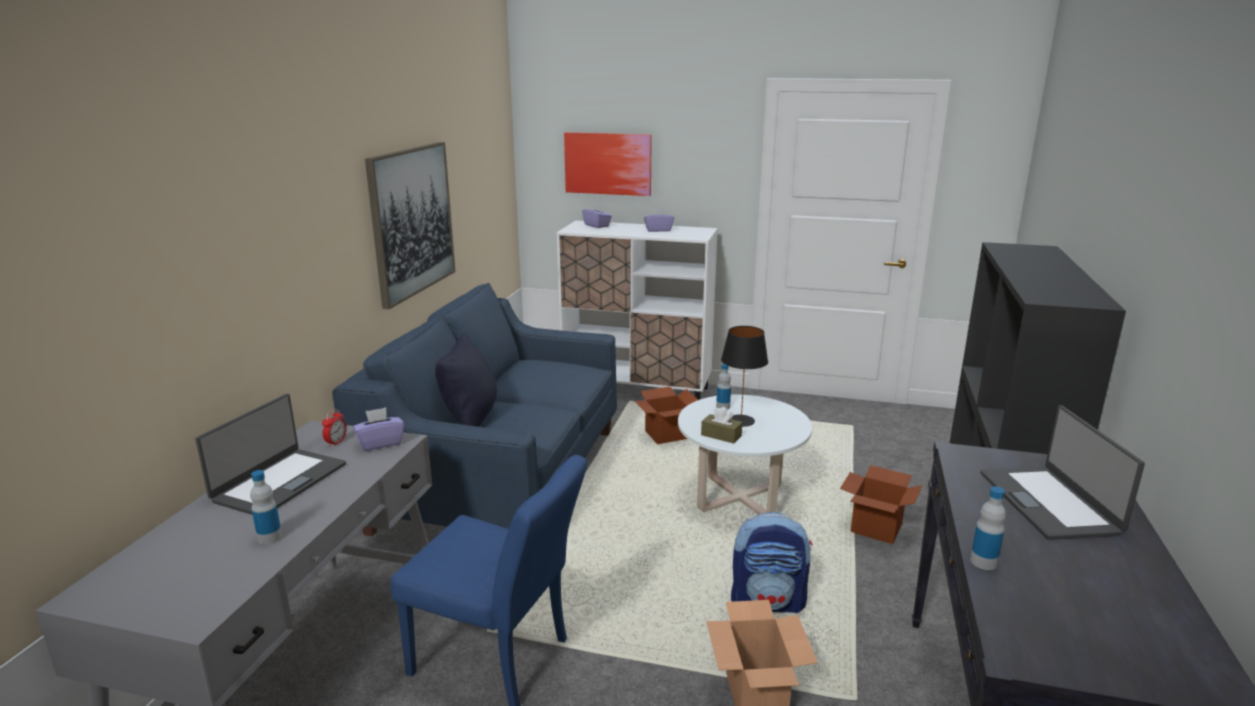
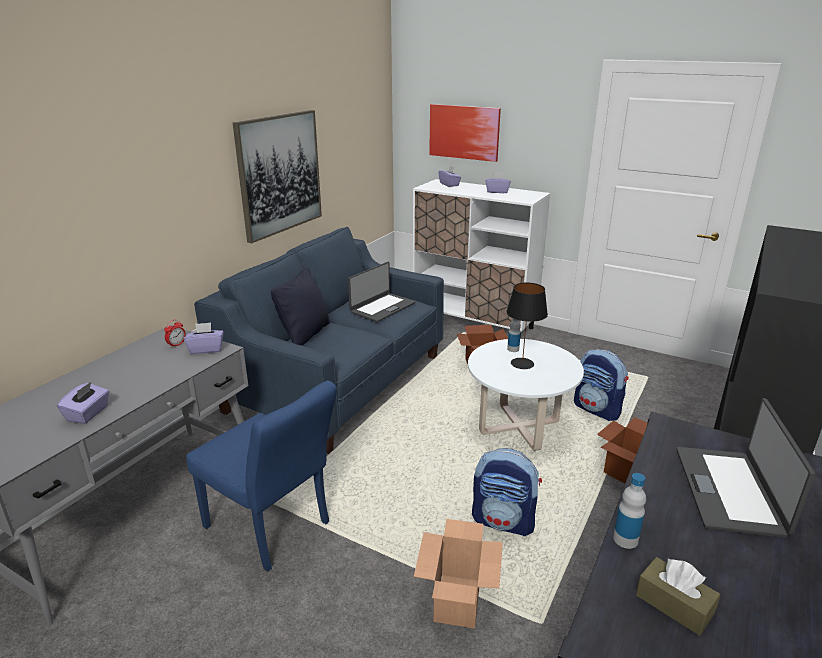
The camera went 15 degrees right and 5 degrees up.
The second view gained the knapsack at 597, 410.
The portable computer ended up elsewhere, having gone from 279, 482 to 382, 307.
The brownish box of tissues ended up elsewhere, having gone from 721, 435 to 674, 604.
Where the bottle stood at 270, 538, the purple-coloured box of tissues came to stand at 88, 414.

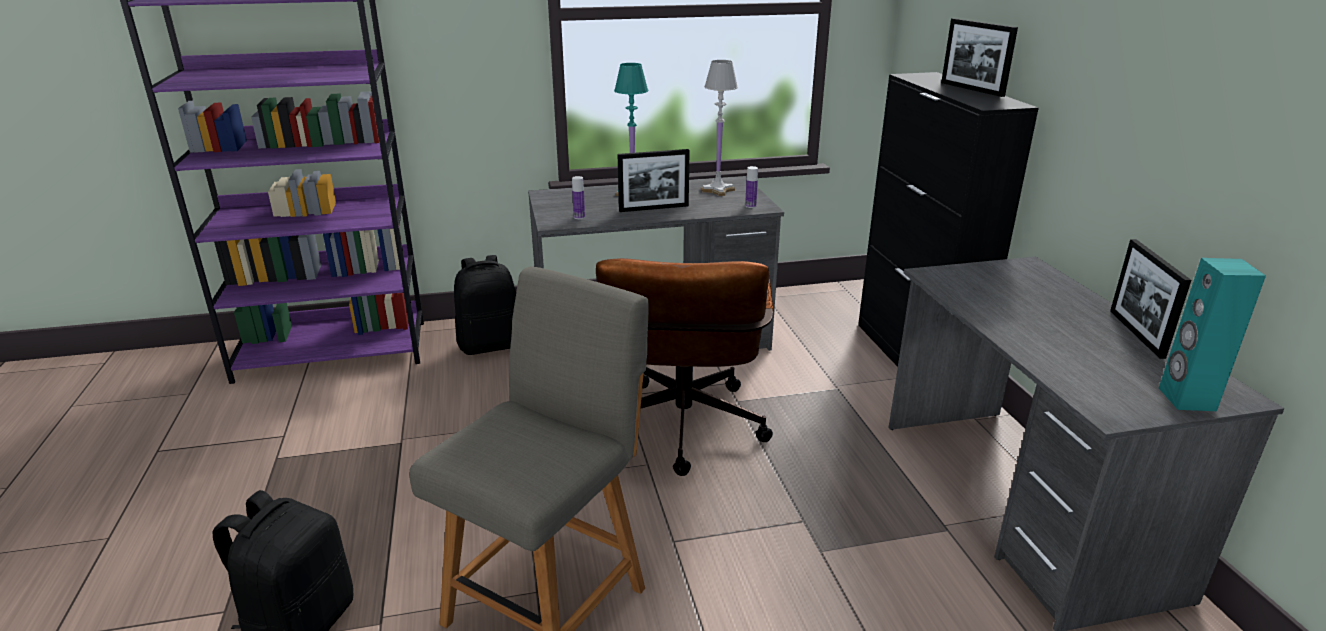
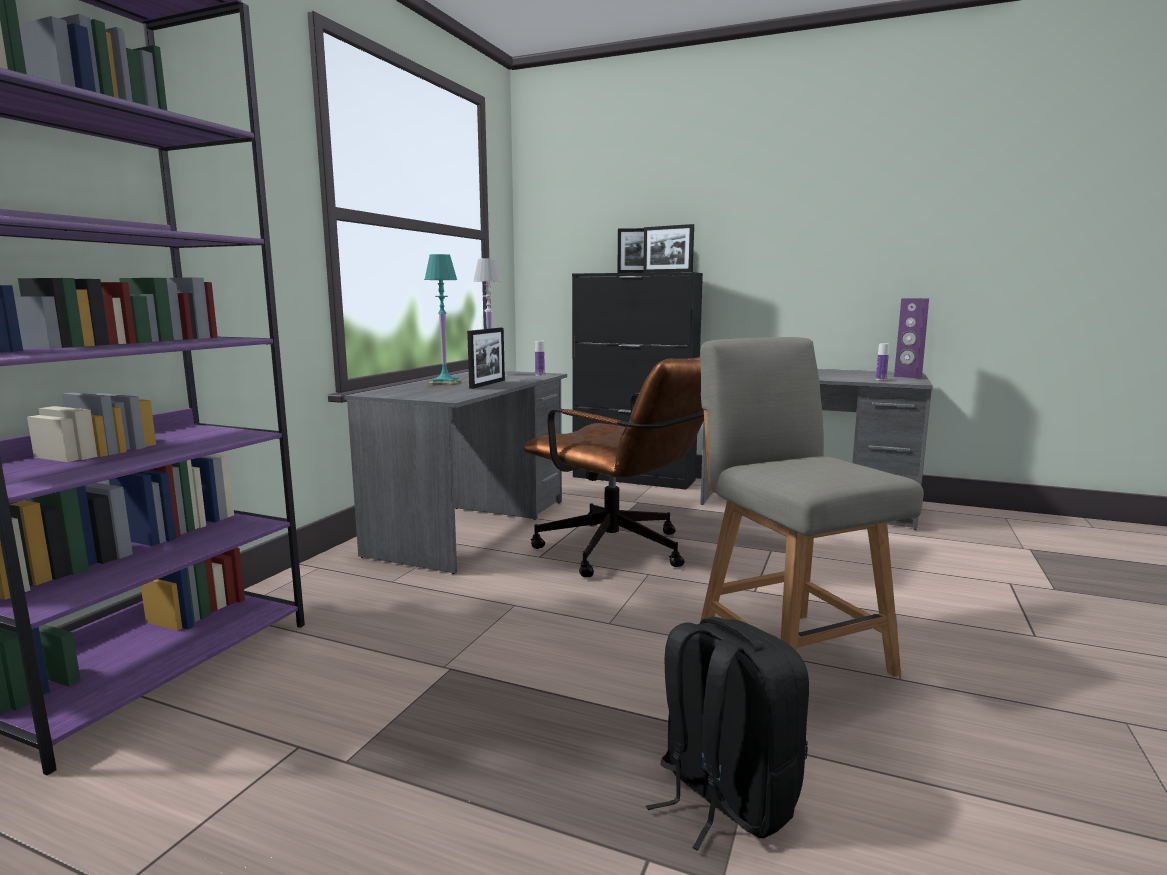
The camera went 55 degrees left and 15 degrees down.
The second view lost the black knapsack at 491, 345.
The bottle ended up elsewhere, having gone from 579, 217 to 881, 379.
The picture frame ended up elsewhere, having gone from 1136, 333 to 667, 272.
What was the turquoise loudspeaker at 1186, 399 turned into the purple-coloured loudspeaker at 907, 376.

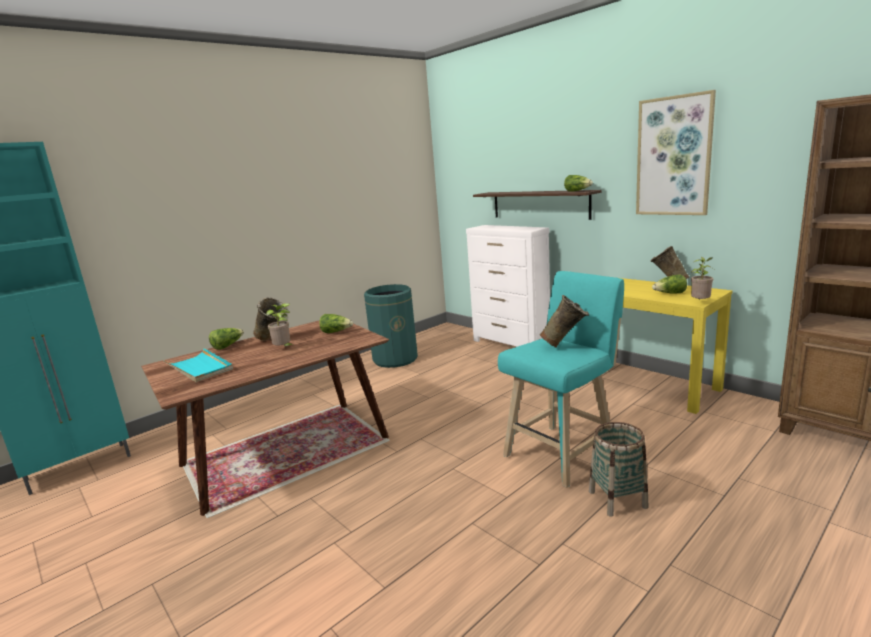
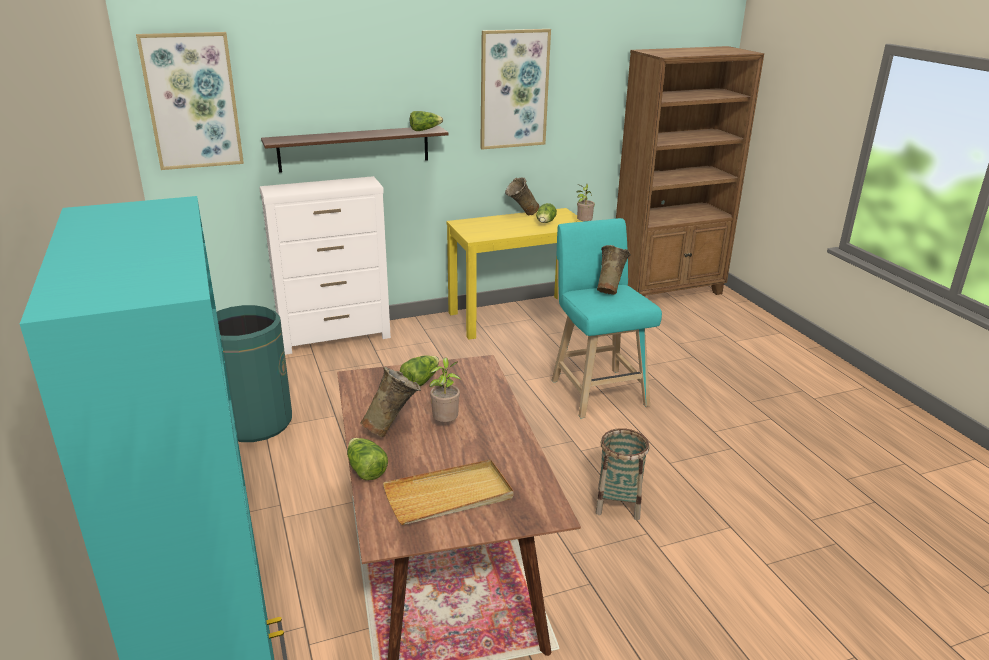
The camera went 70 degrees left and 10 degrees up.
The second view gained the wall art at 192, 101.
The basket ended up elsewhere, having gone from 617, 499 to 618, 503.
What was the turquoise serving tray at 200, 368 turned into the beige-coloured serving tray at 449, 496.

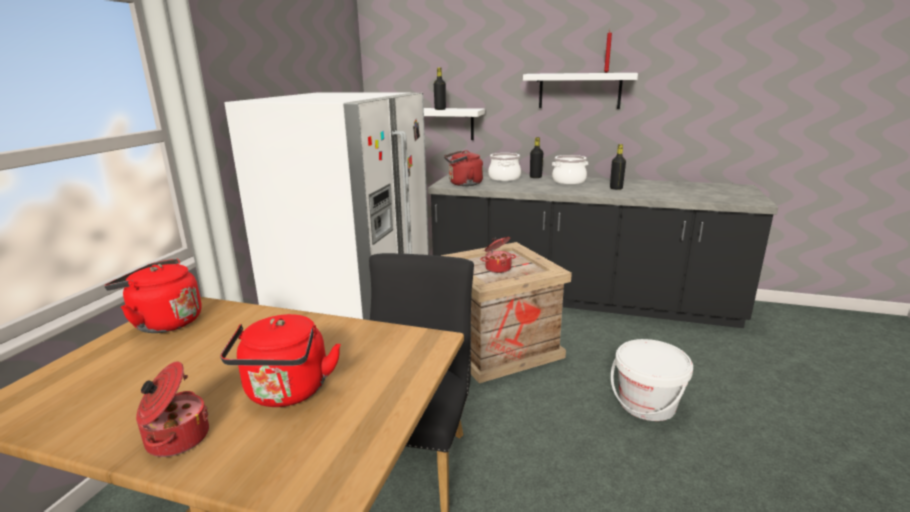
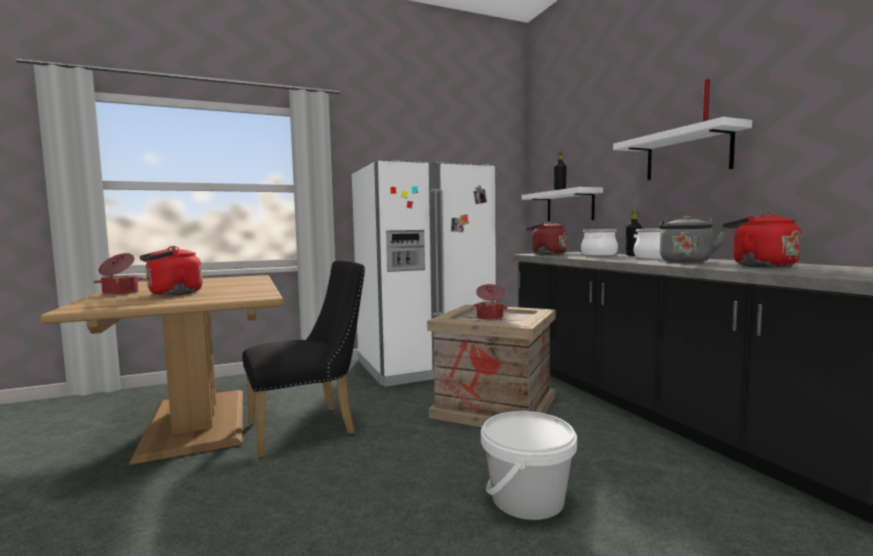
The camera went 50 degrees right and 15 degrees down.
The red-coloured kettle ended up elsewhere, having gone from 164, 322 to 759, 266.
Where the black bottle stood at 616, 188, the grey kettle came to stand at 685, 262.

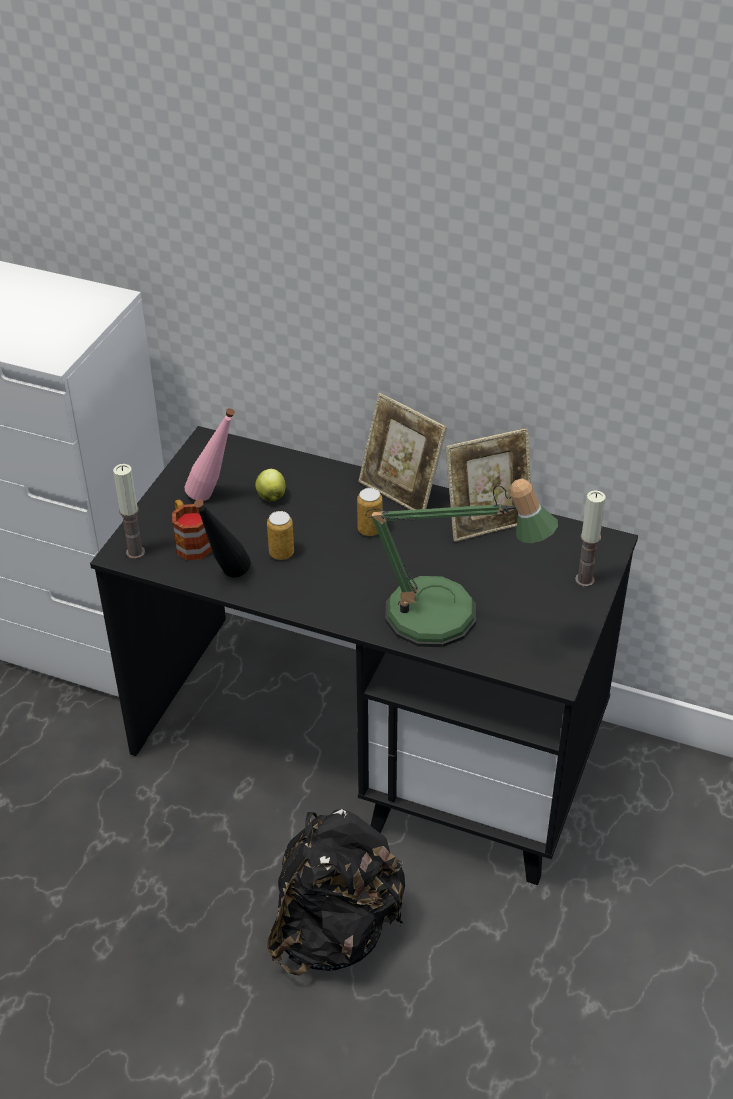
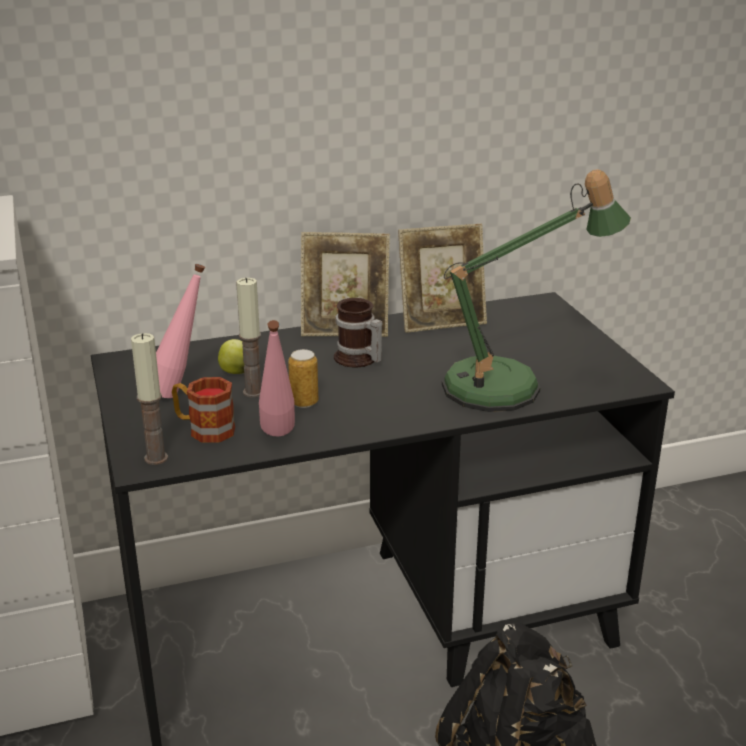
The camera went 40 degrees left and 15 degrees down.
The candle ended up elsewhere, having gone from 584, 580 to 253, 392.
Where the sealed can stood at 370, 529, the coffee mug came to stand at 357, 360.
What was the black bottle at 226, 578 turned into the pink-coloured bottle at 278, 439.
The picture frame at 487, 522 ended up facing another way, 45 degrees clockwise from before.

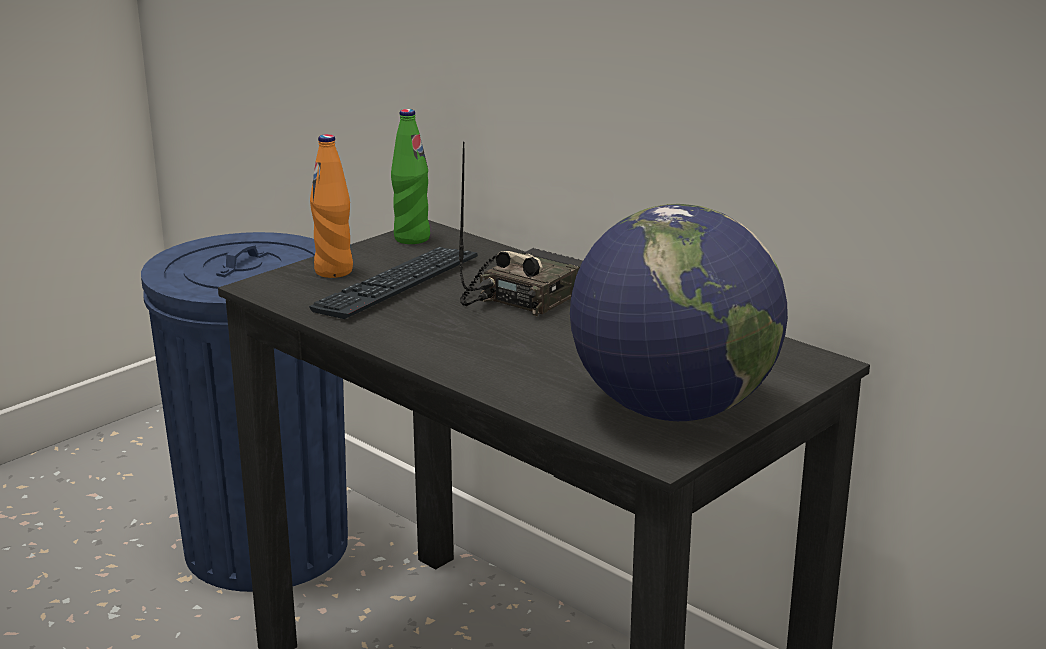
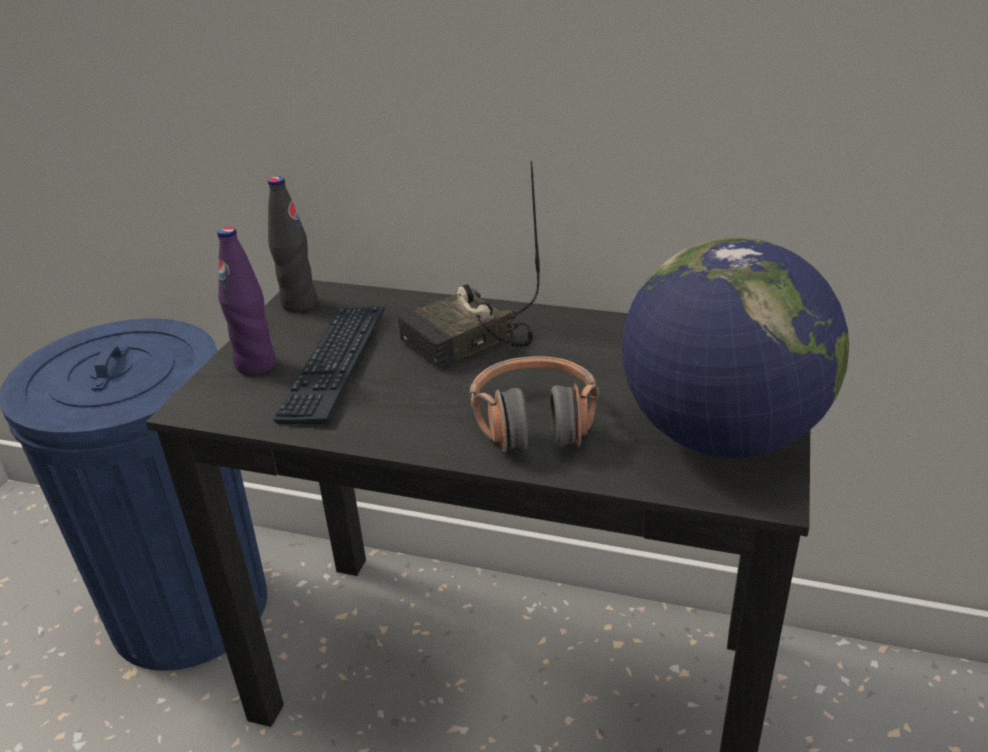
The camera went 25 degrees left and 10 degrees up.
The second view gained the headset at 535, 421.
What was the orange-coloured bottle at 334, 271 turned into the purple-coloured bottle at 256, 365.
What was the greenish bottle at 411, 238 turned into the black bottle at 299, 304.
The radio receiver at 524, 296 ended up facing another way, 135 degrees counterclockwise from before.

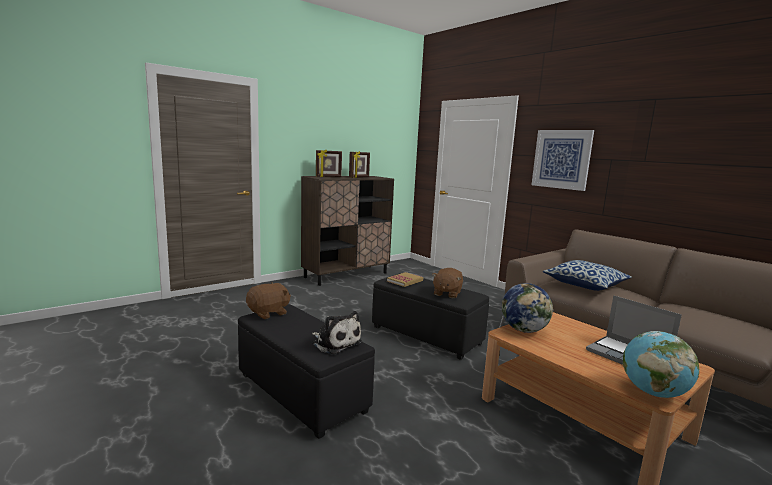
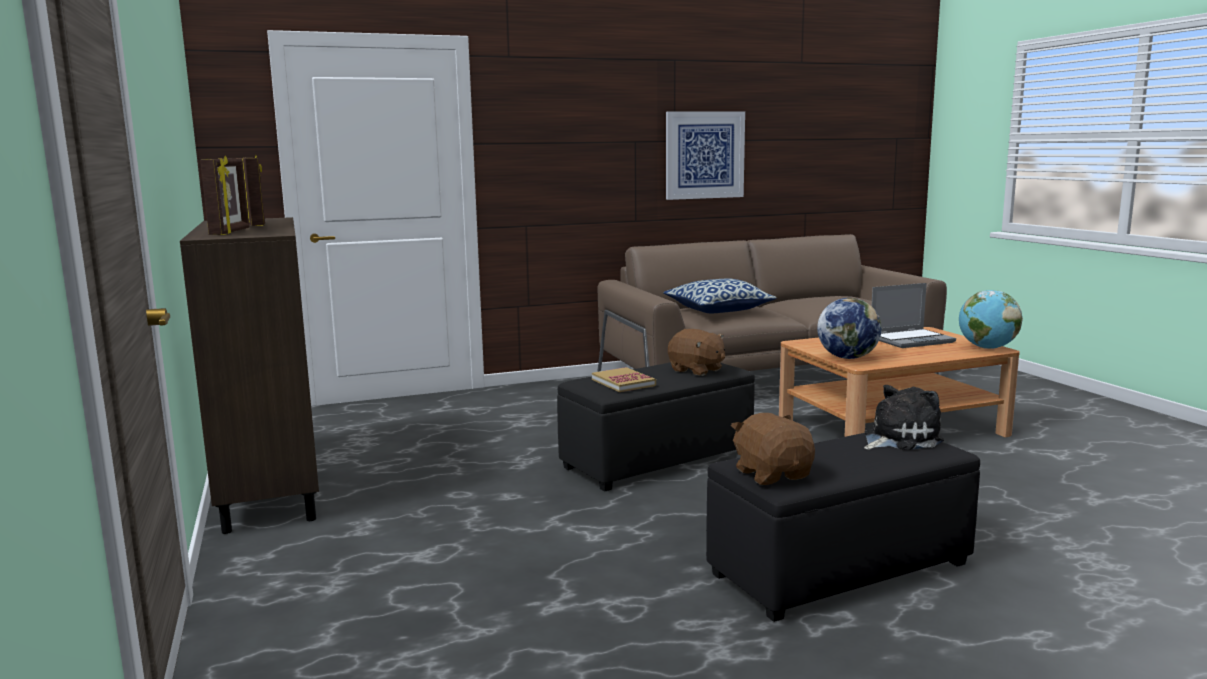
The camera went 70 degrees left and 0 degrees up.
The wall art ended up elsewhere, having gone from 561, 159 to 704, 155.

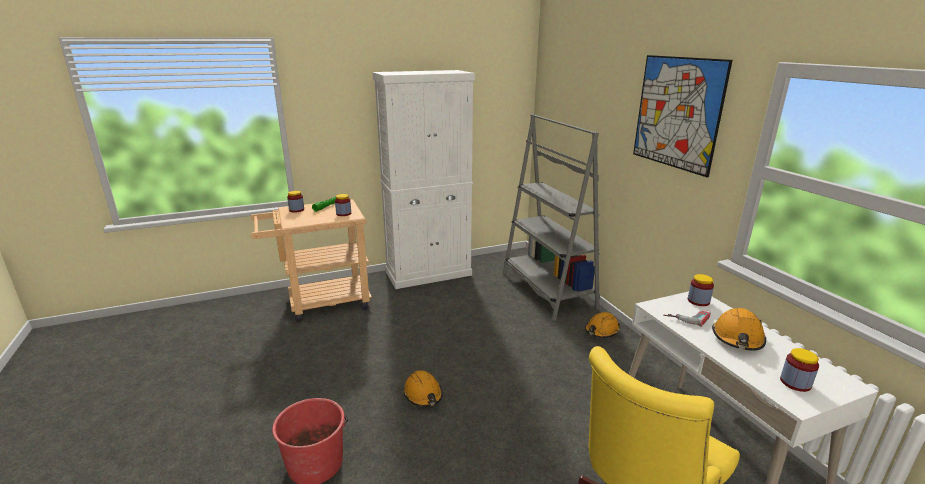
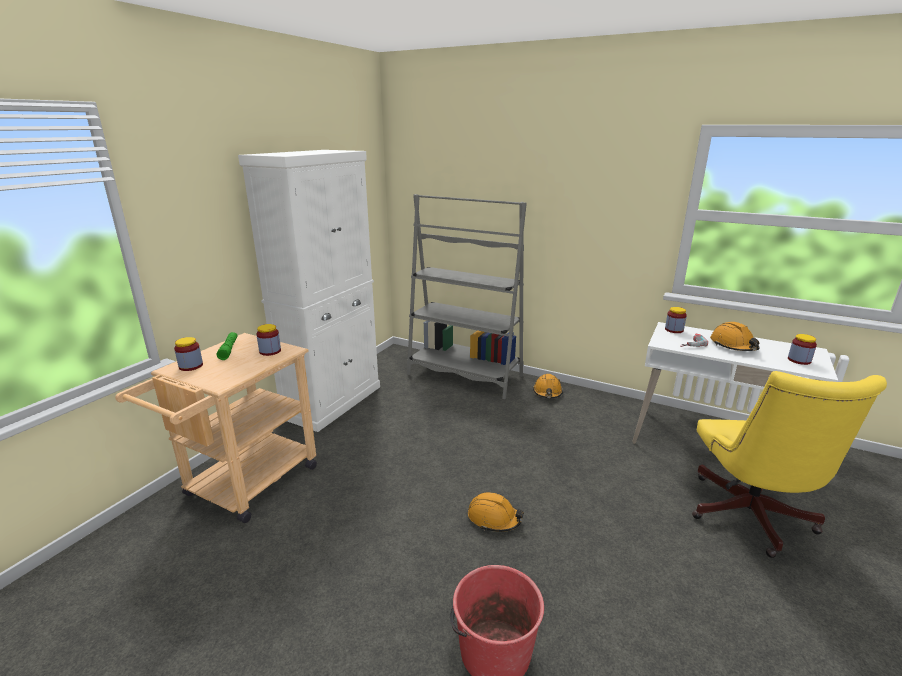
The camera went 40 degrees left and 0 degrees up.
The second view lost the wall art at 677, 113.

